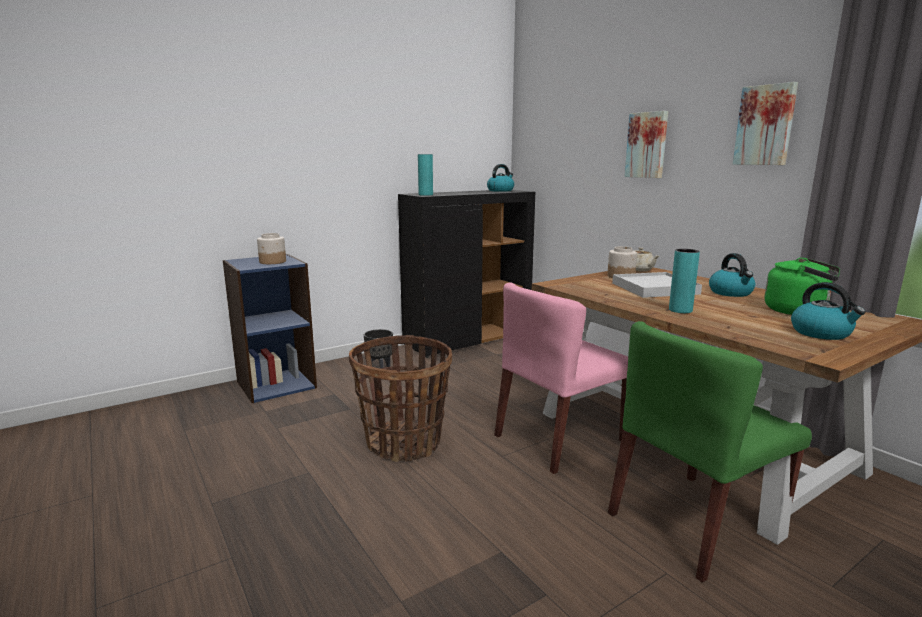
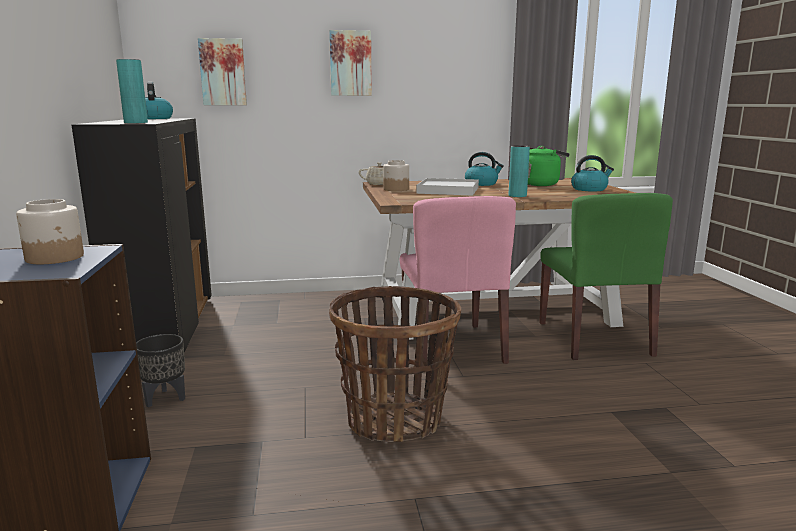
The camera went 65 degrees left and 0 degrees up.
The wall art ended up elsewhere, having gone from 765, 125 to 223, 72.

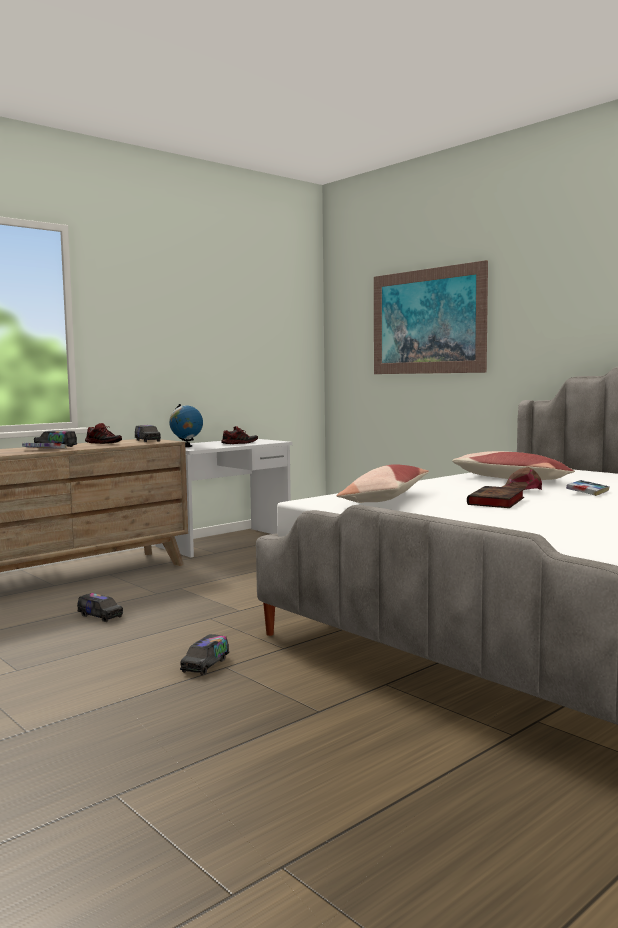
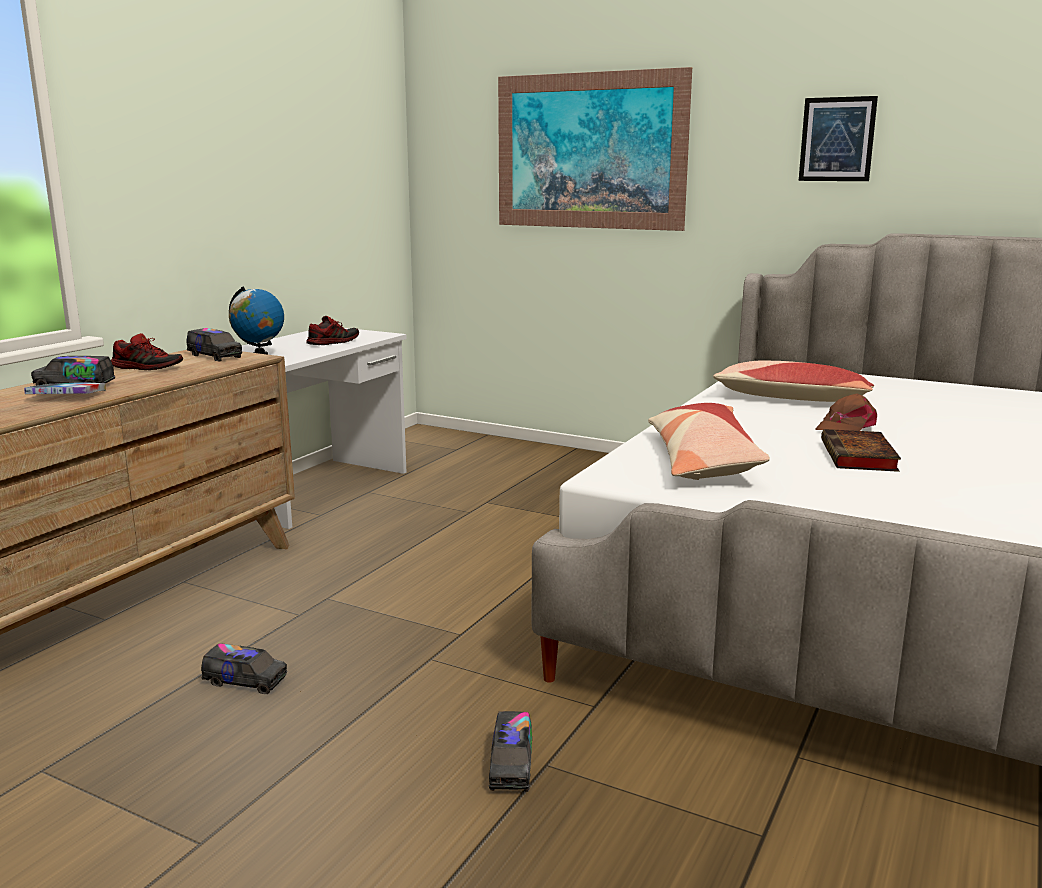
The camera went 20 degrees left and 10 degrees up.
The second view lost the bound book at 588, 492.
The second view gained the wall art at 837, 139.

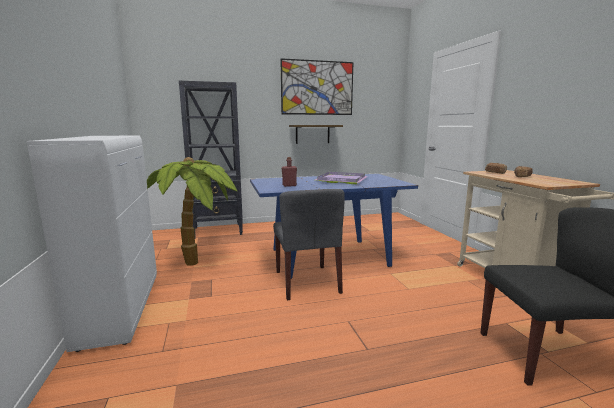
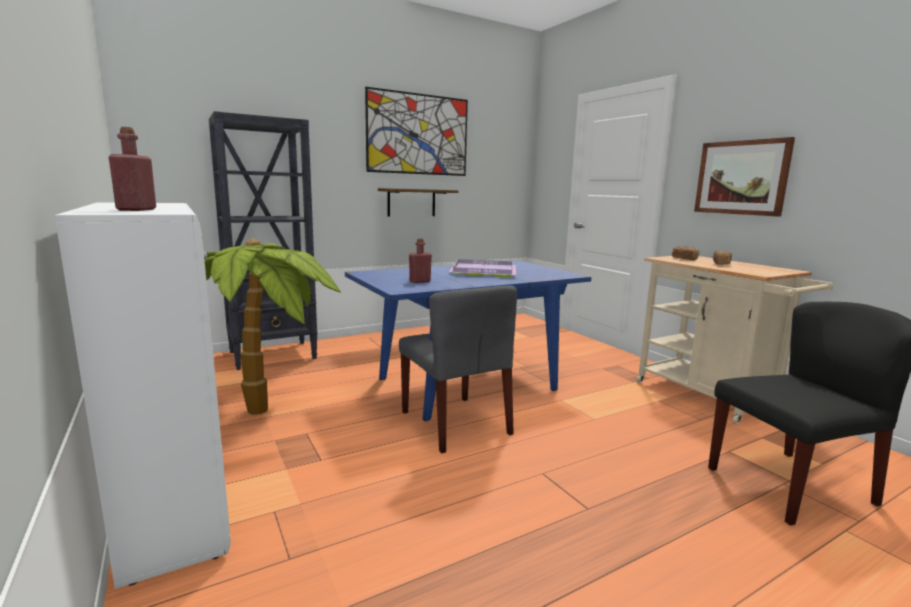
The camera went 15 degrees left and 0 degrees up.
The second view gained the red-coloured bottle at 136, 210.
The second view gained the wall art at 741, 177.

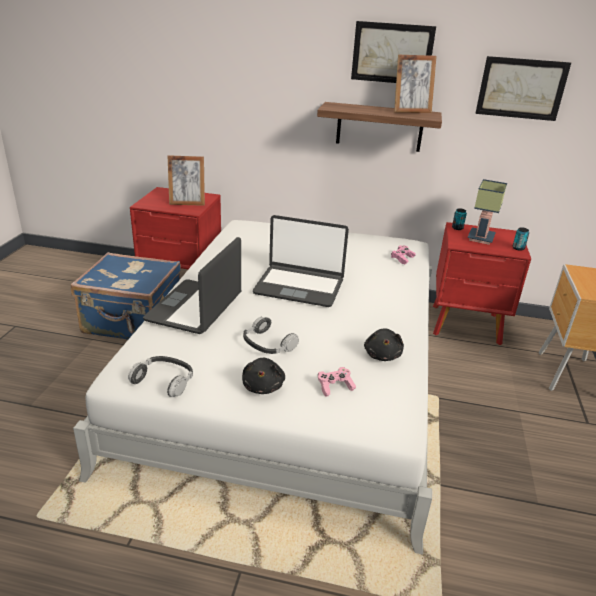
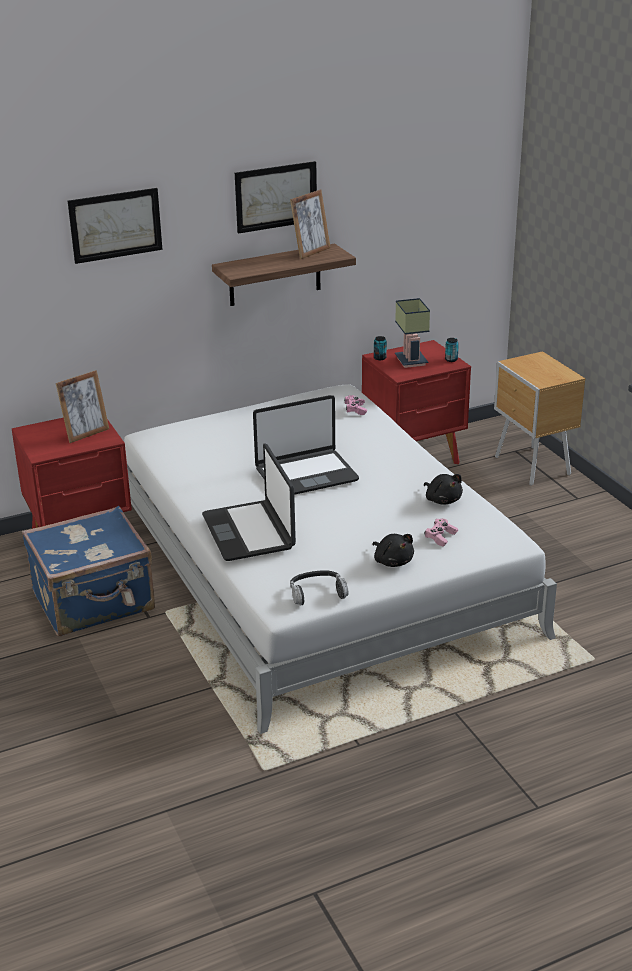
The camera went 35 degrees left and 0 degrees up.
The second view lost the headset at 268, 344.
The wall art ended up elsewhere, having gone from 521, 88 to 115, 225.

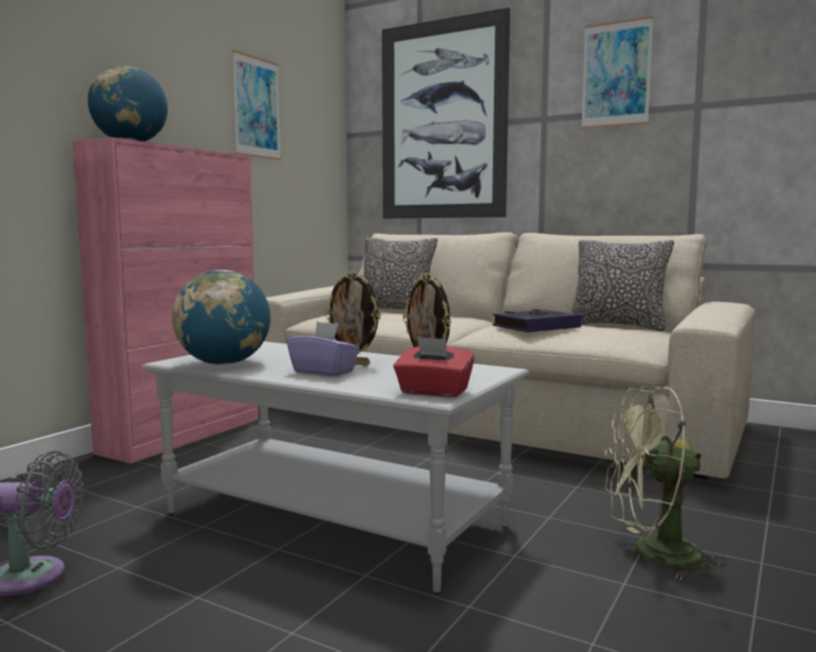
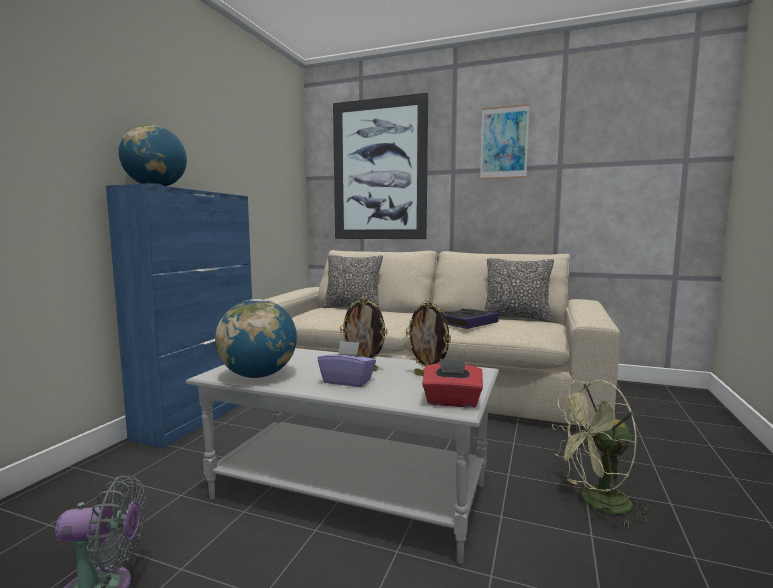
The camera went 10 degrees left and 0 degrees up.
The second view lost the wall art at 256, 107.
What was the pink-coloured cabinet at 183, 435 turned into the blue cabinet at 200, 415.

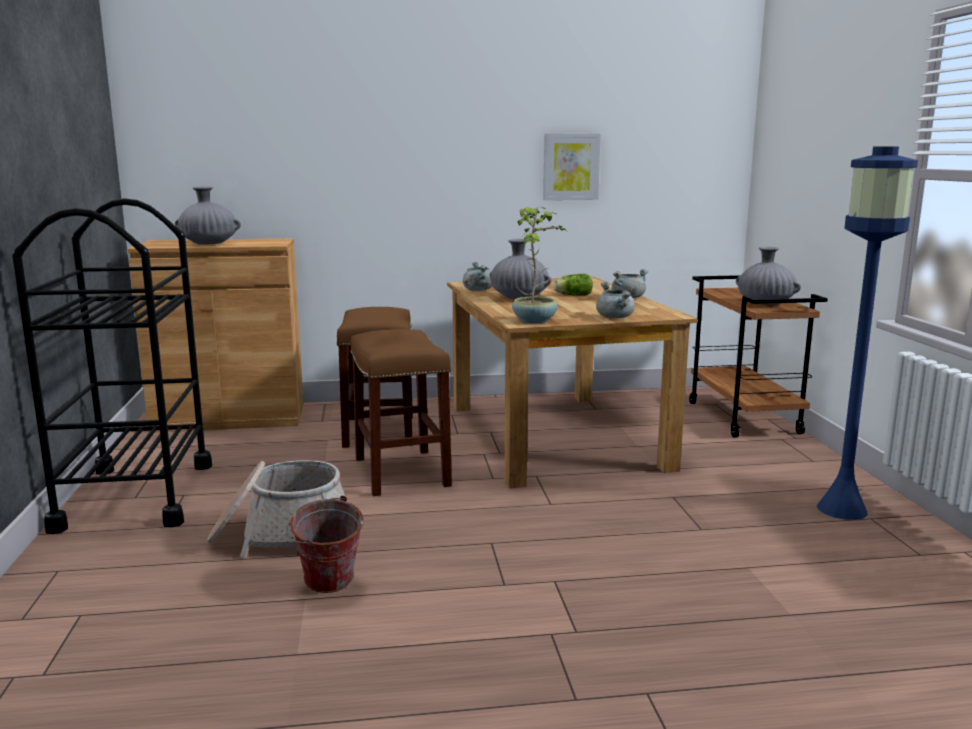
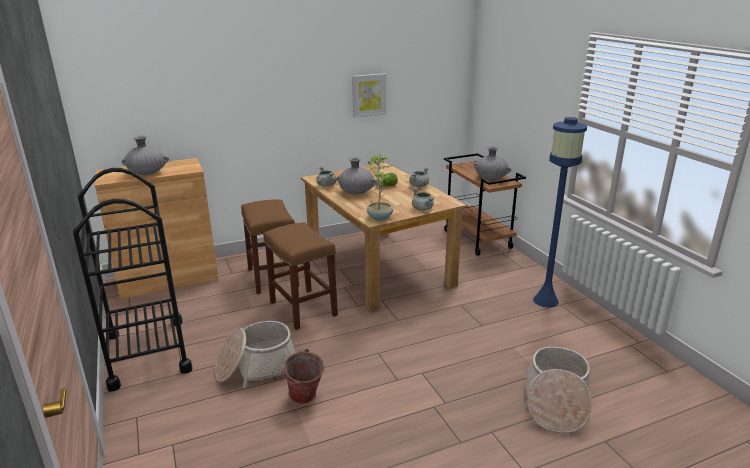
The camera went 15 degrees left and 10 degrees up.
The second view gained the basket at 555, 402.

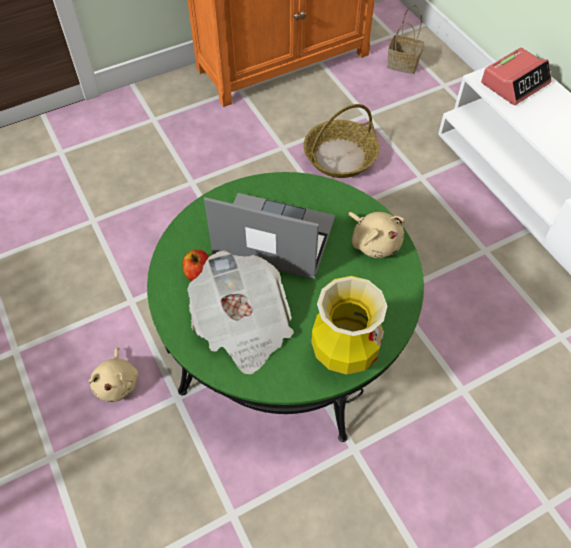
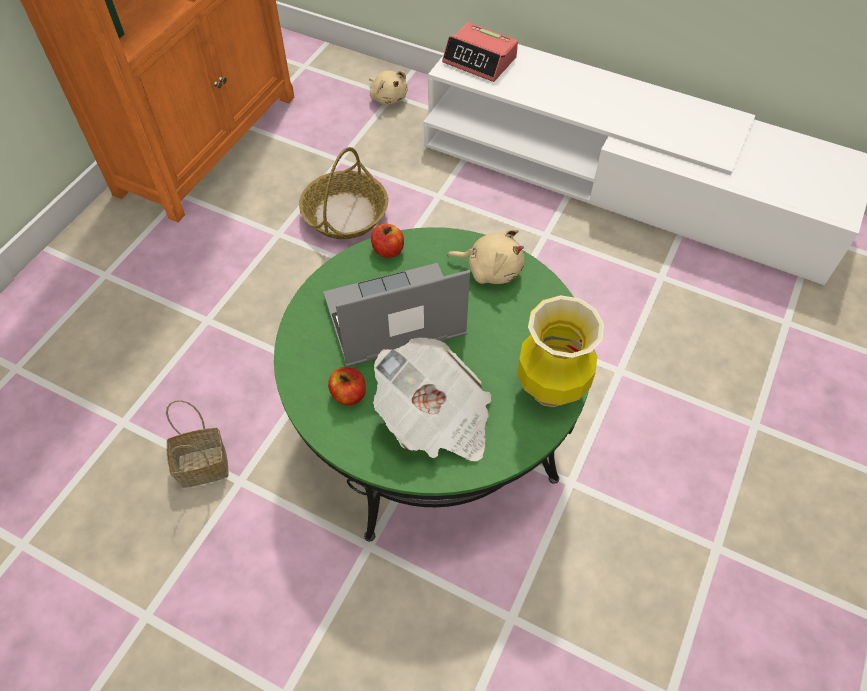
The camera went 35 degrees left and 0 degrees up.
The second view gained the whole apple at 387, 250.
The beige-coloured cuddly toy ended up elsewhere, having gone from 117, 383 to 388, 97.
The basket ended up elsewhere, having gone from 401, 64 to 201, 468.
The alarm clock at 515, 83 ended up facing another way, 105 degrees clockwise from before.

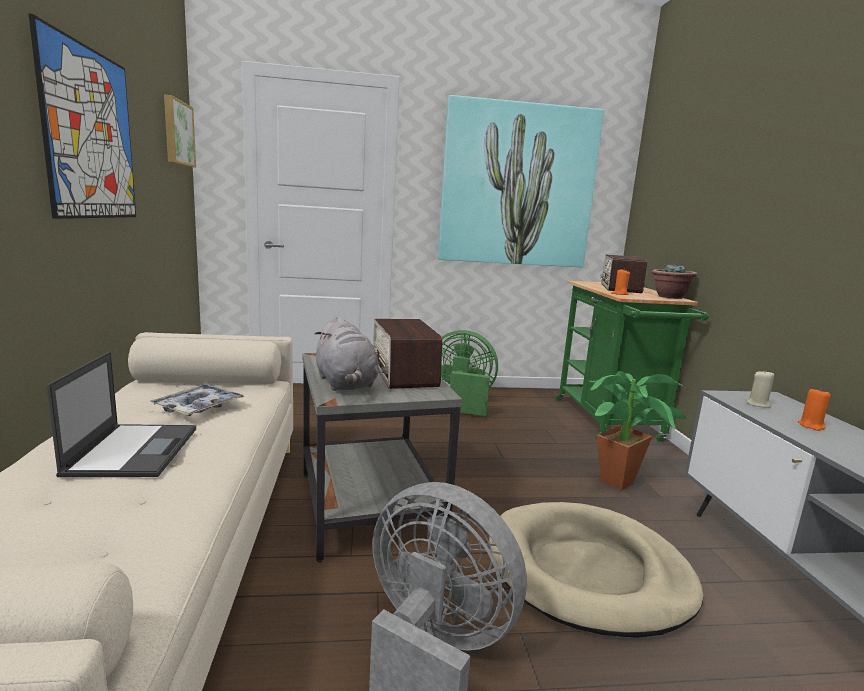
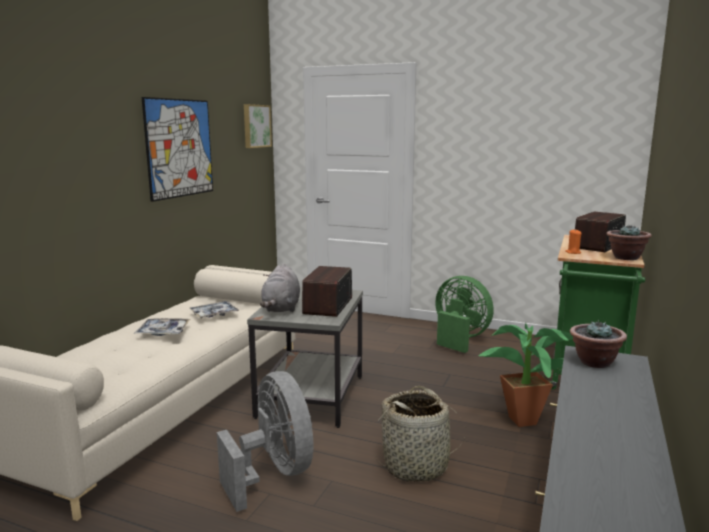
The camera went 30 degrees right and 0 degrees up.
The second view lost the wall art at 517, 186.
The second view lost the orange-coloured candle at 811, 426.
Where the portable computer stood at 134, 450, the serving tray came to stand at 163, 332.
Where the beige-coloured dog cushion stood at 588, 571, the basket came to stand at 416, 465.
Where the beige-coloured candle stood at 758, 404, the potted plant came to stand at 594, 362.

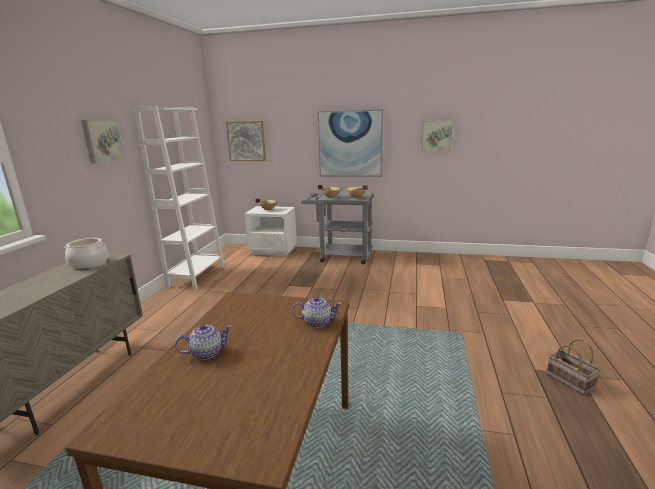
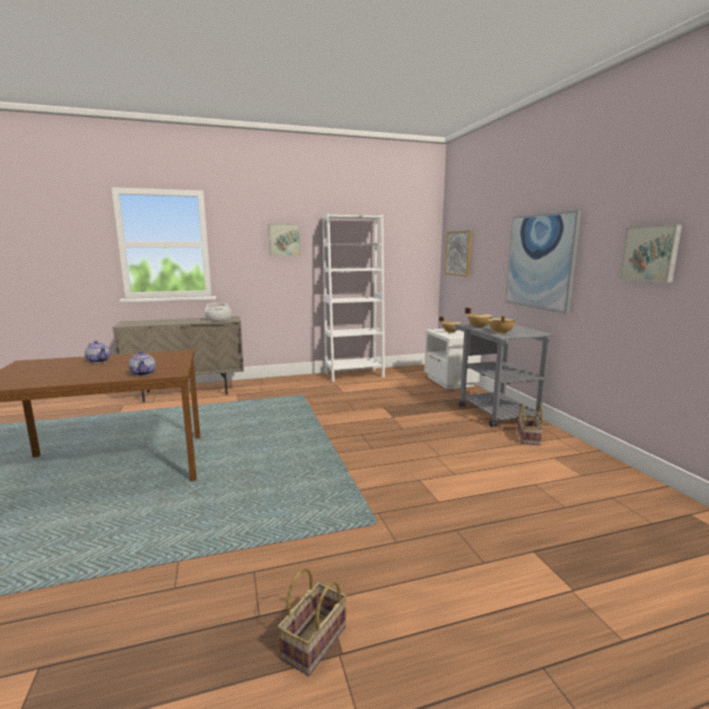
The camera went 60 degrees right and 5 degrees down.
The second view gained the basket at 529, 438.

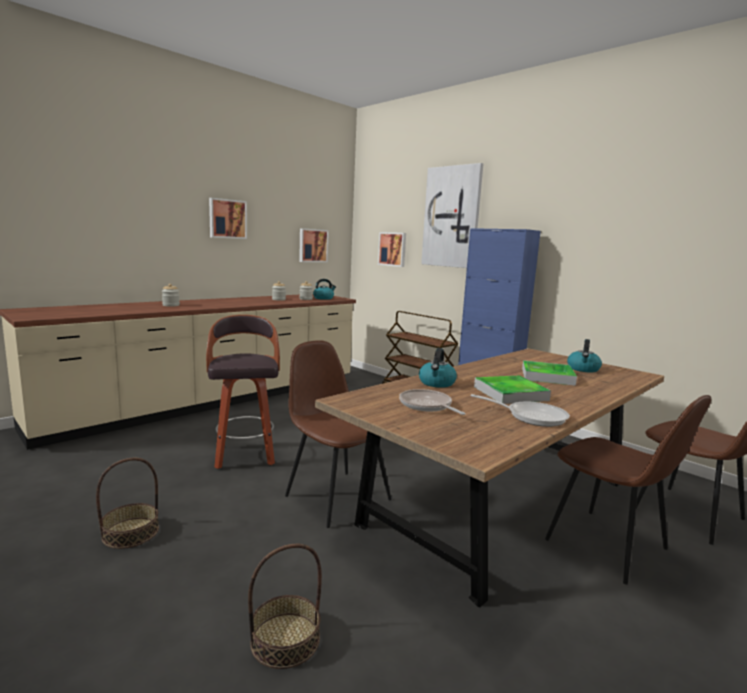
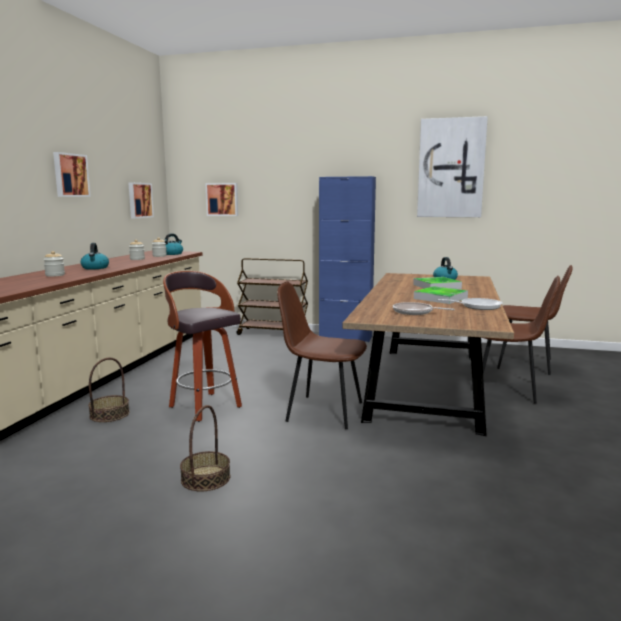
The camera went 30 degrees left and 0 degrees up.
The basket ended up elsewhere, having gone from 285, 640 to 109, 414.
The kettle ended up elsewhere, having gone from 437, 383 to 95, 268.
The wall art ended up elsewhere, having gone from 452, 217 to 451, 168.

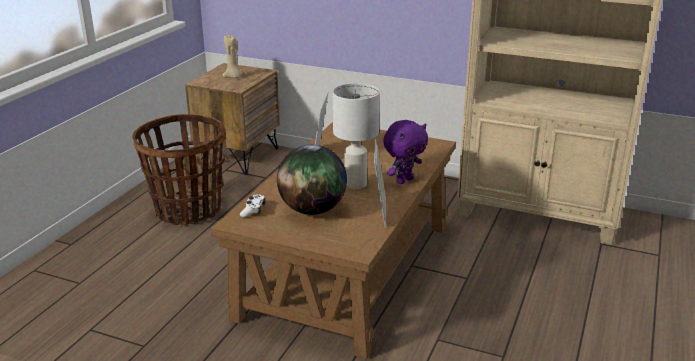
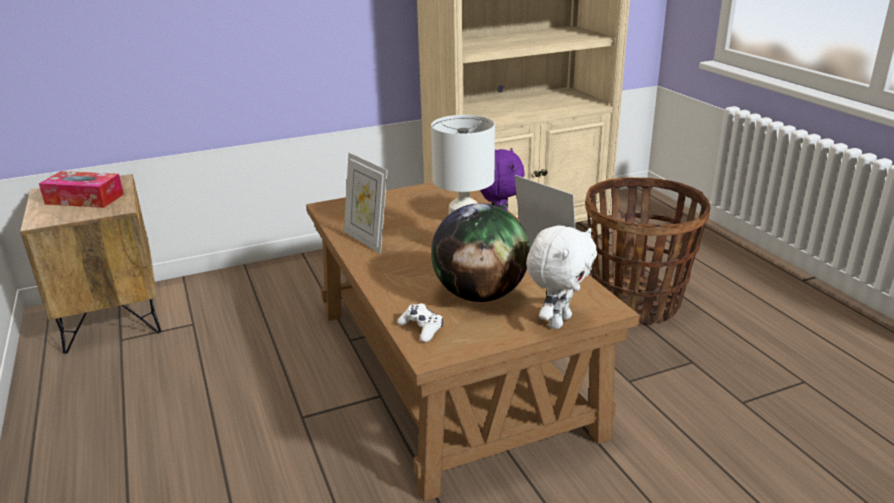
The camera went 45 degrees left and 0 degrees up.
The second view gained the whitish cuddly toy at 558, 321.
The basket ended up elsewhere, having gone from 188, 210 to 635, 303.
Where the beige-coloured candle stood at 233, 77, the box of tissues came to stand at 84, 199.

